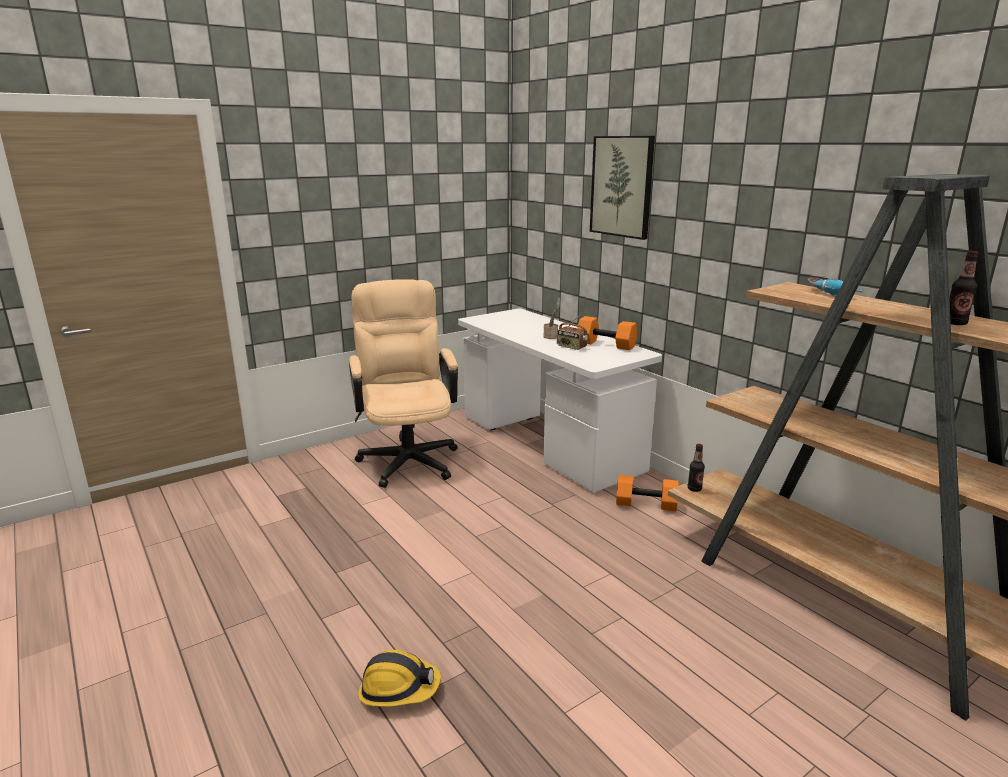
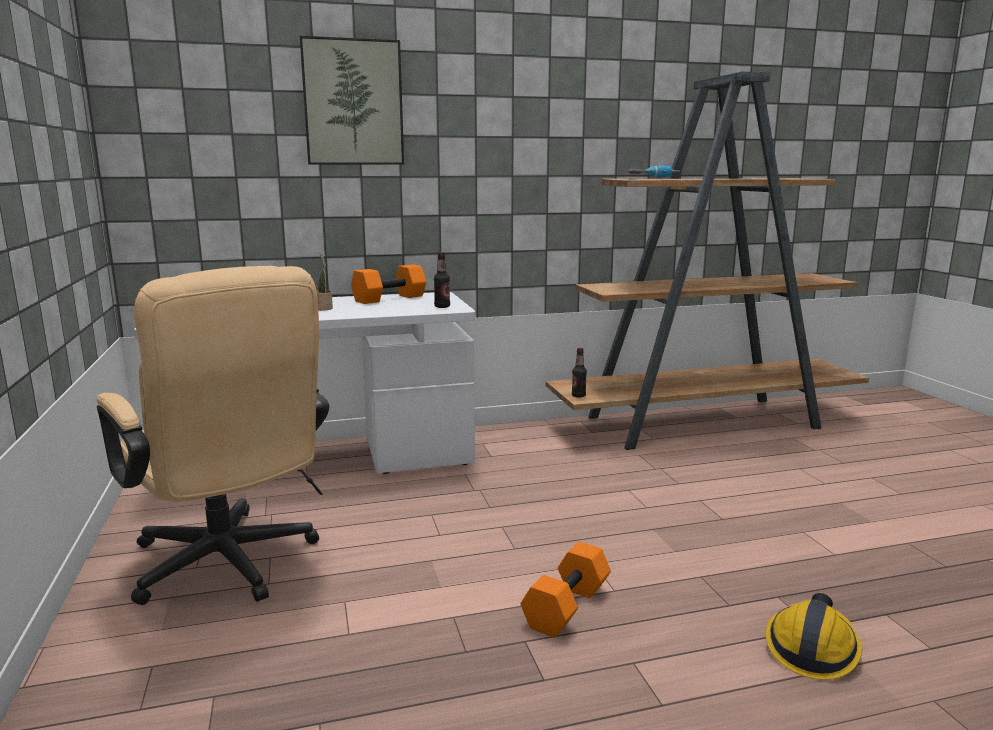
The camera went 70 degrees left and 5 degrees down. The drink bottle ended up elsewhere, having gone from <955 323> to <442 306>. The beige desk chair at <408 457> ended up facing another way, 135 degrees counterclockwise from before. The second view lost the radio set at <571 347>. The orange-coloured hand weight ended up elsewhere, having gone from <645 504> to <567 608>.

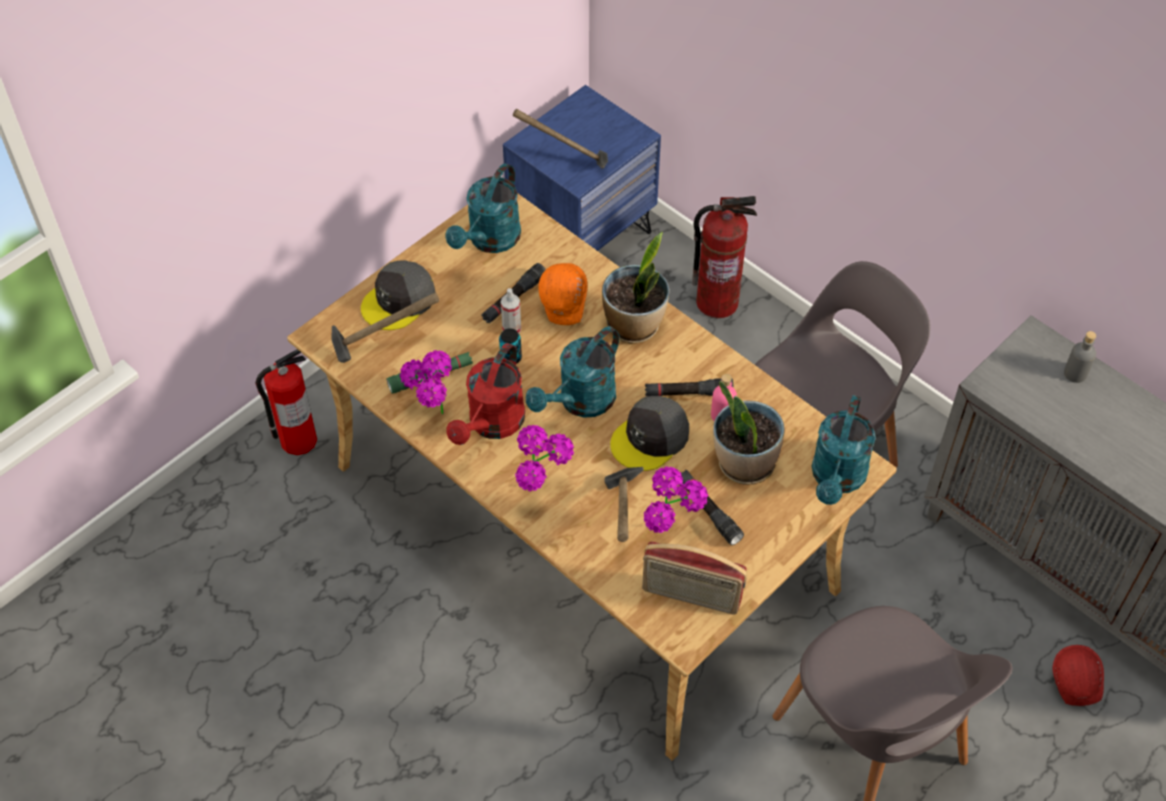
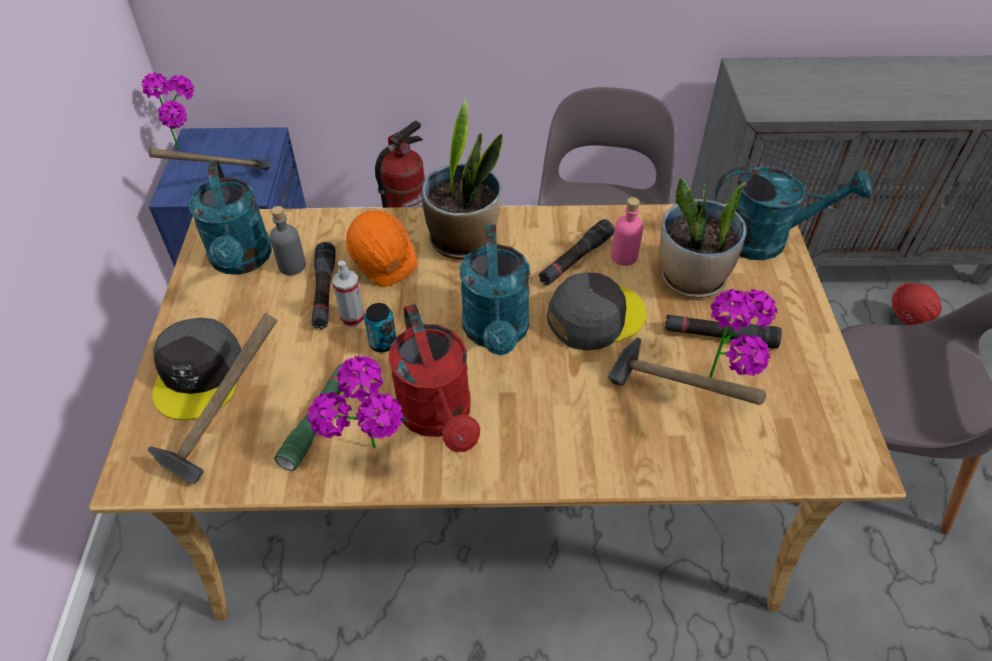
The camera went 45 degrees left and 5 degrees down. The greyish drink bottle ended up elsewhere, having gone from <1075 373> to <292 266>. The second view lost the fire-fighting cylinder at <297 440>. The turquoise-coloured watering can at <837 479> ended up facing another way, 60 degrees counterclockwise from before. The greyish peaked cap at <650 438> ended up facing another way, 120 degrees counterclockwise from before. The houseplant ended up elsewhere, having gone from <544 495> to <189 148>. The second view lost the radio set at <691 596>.

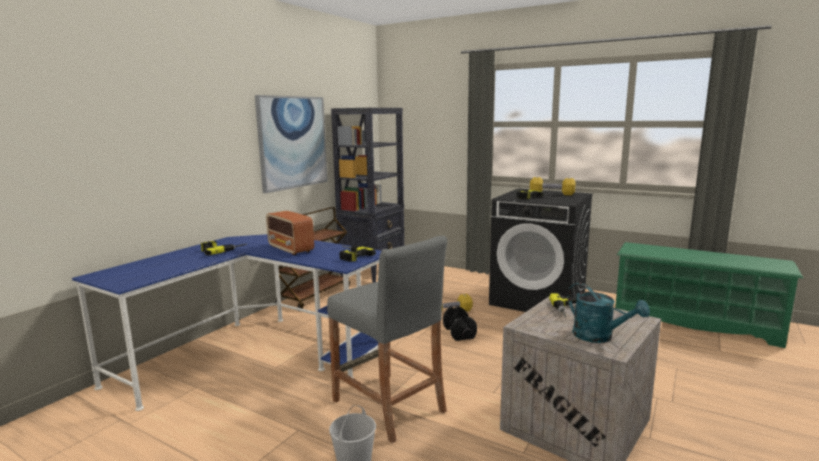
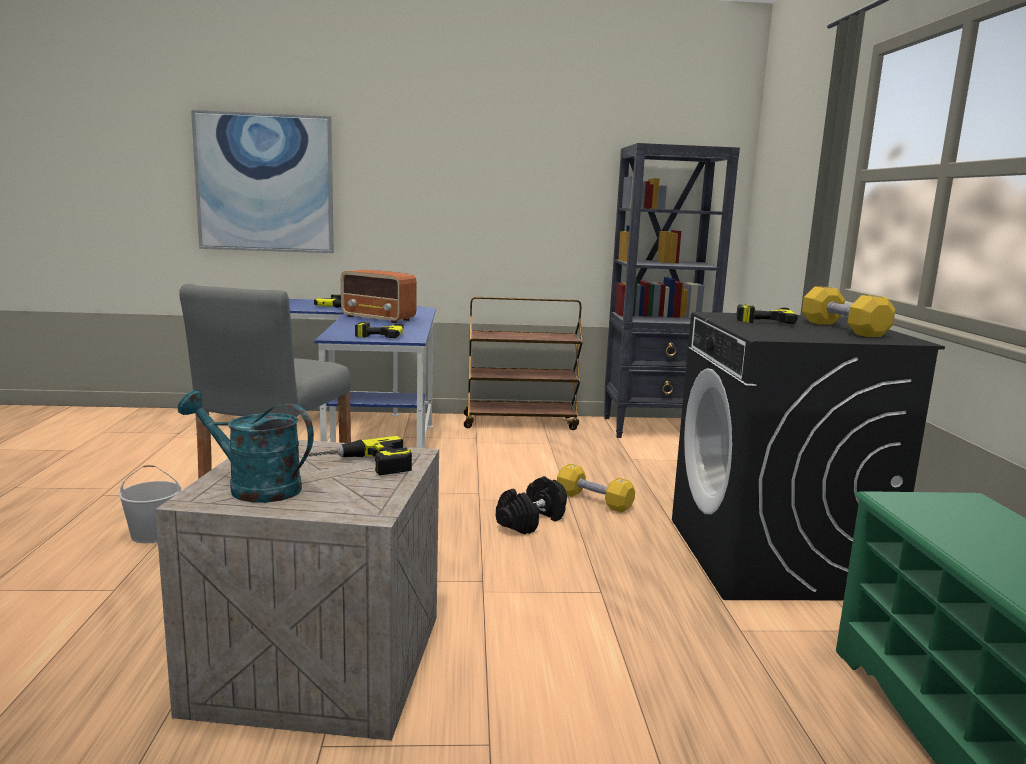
The camera went 55 degrees right and 0 degrees up. The wall art ended up elsewhere, having gone from <293 142> to <265 183>. The radio set at <291 249> ended up facing another way, 75 degrees counterclockwise from before. The turquoise-coloured watering can at <599 337> ended up facing another way, 90 degrees clockwise from before.

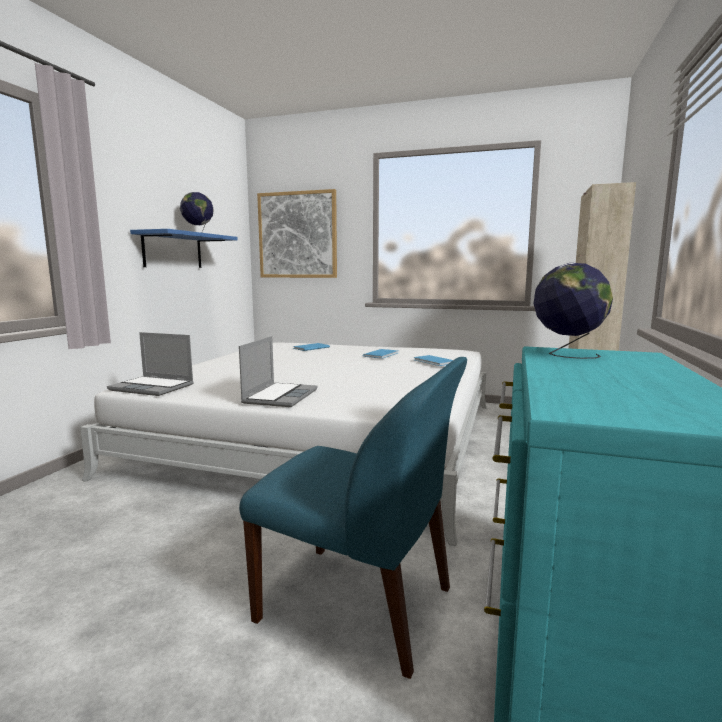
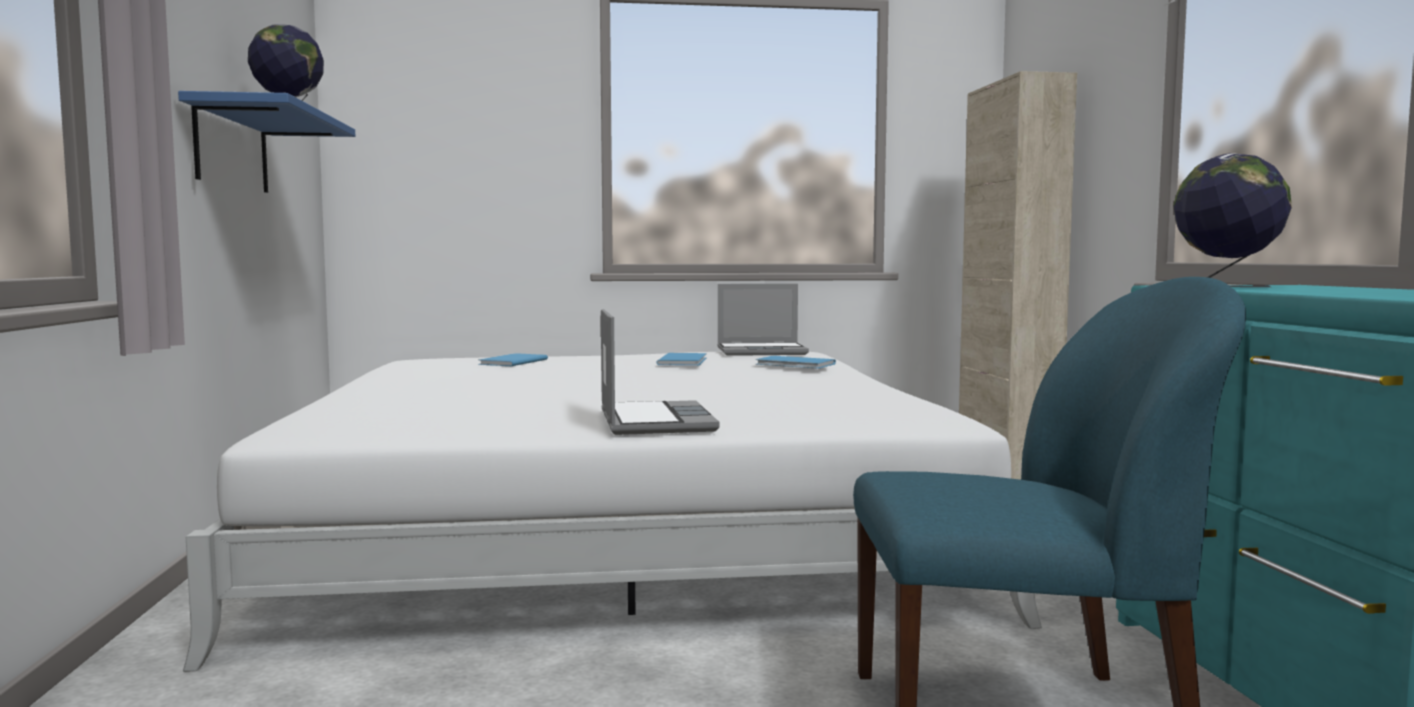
The camera went 25 degrees left and 5 degrees down. The second view lost the wall art at <297 235>. The portable computer ended up elsewhere, having gone from <153 387> to <762 351>.

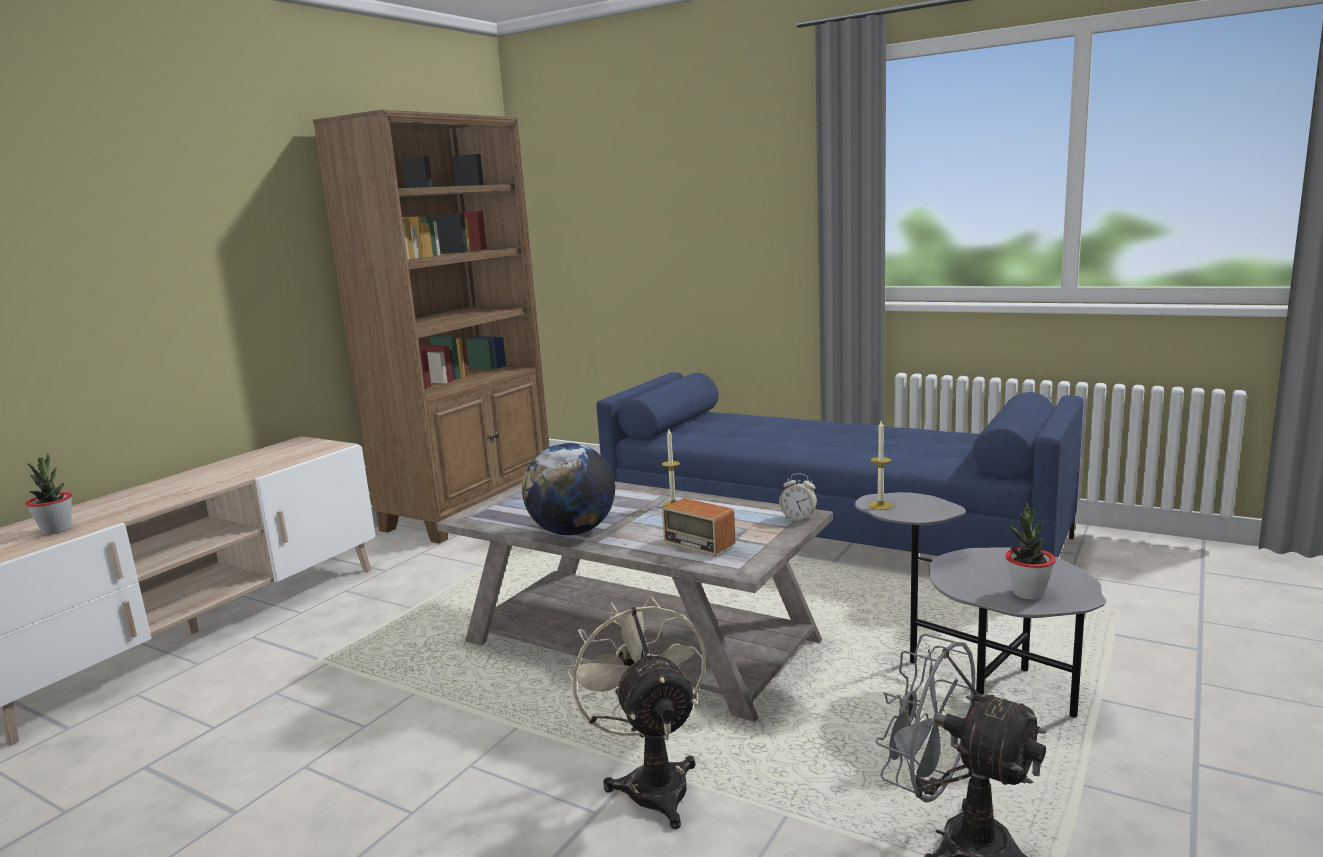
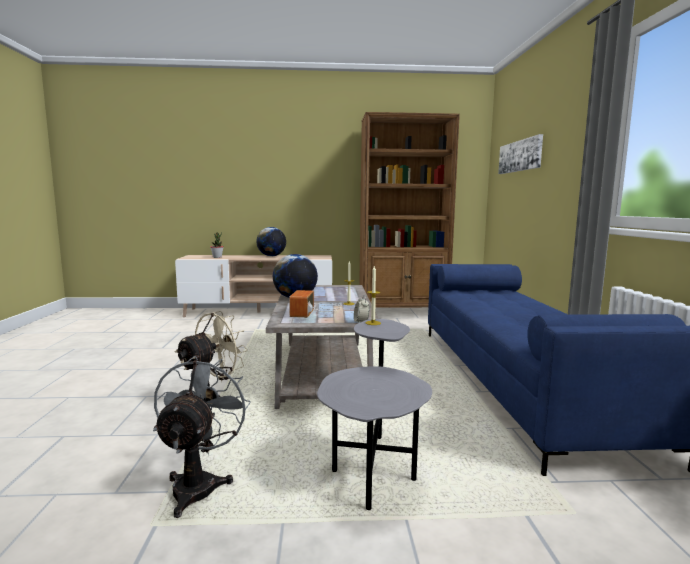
The camera went 55 degrees right and 5 degrees down. The second view lost the houseplant at <1028 593>. The second view gained the wall art at <520 156>. The second view gained the desk globe at <271 256>.

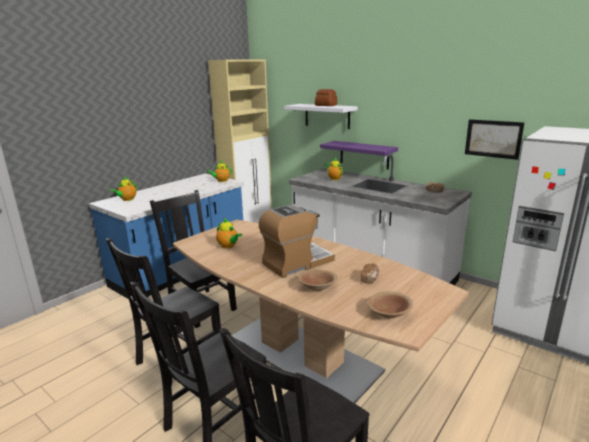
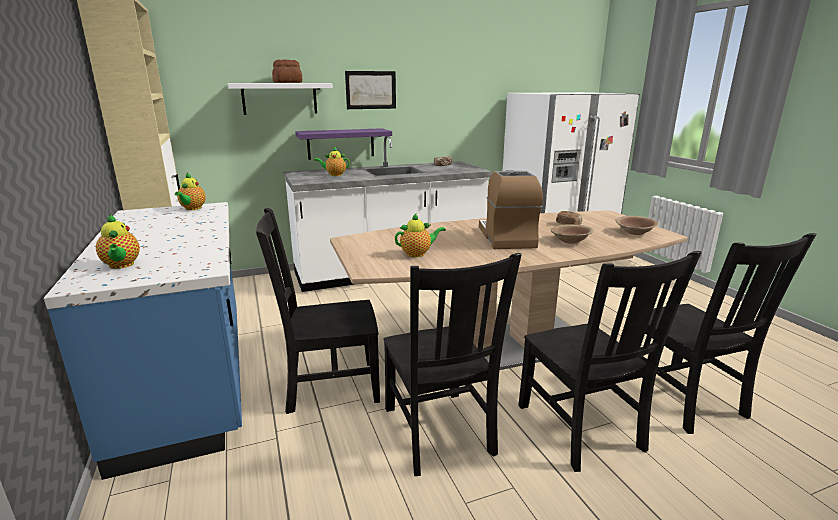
The camera went 60 degrees left and 0 degrees up. The wall art ended up elsewhere, having gone from <493 138> to <371 90>.

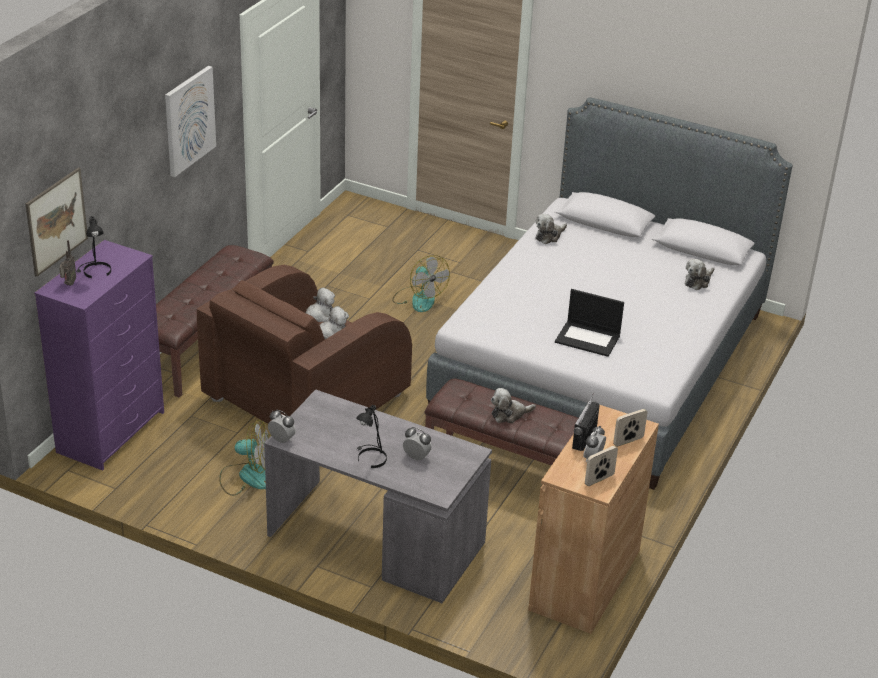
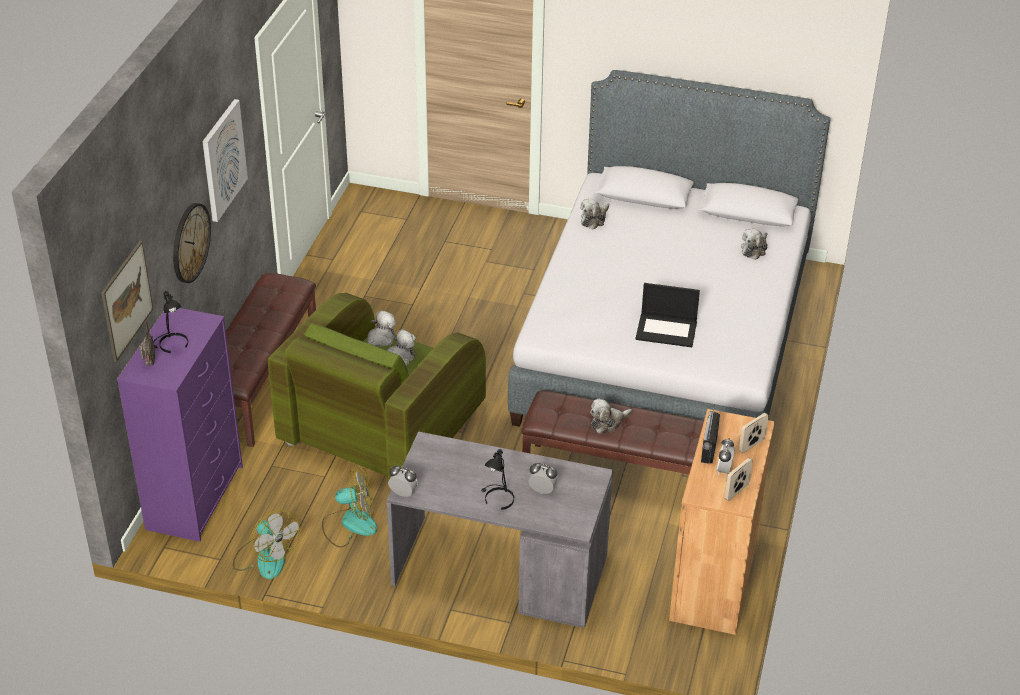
The camera went 10 degrees left and 5 degrees up. The cooling fan ended up elsewhere, having gone from <419 298> to <265 558>. What was the brown armchair at <304 397> turned into the greenish armchair at <380 426>. The second view gained the clock on the wall at <190 242>.

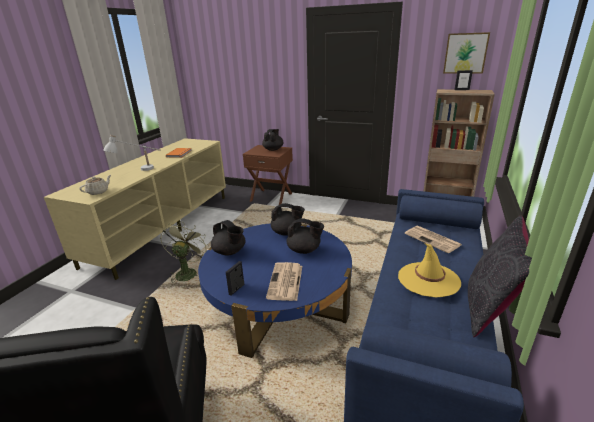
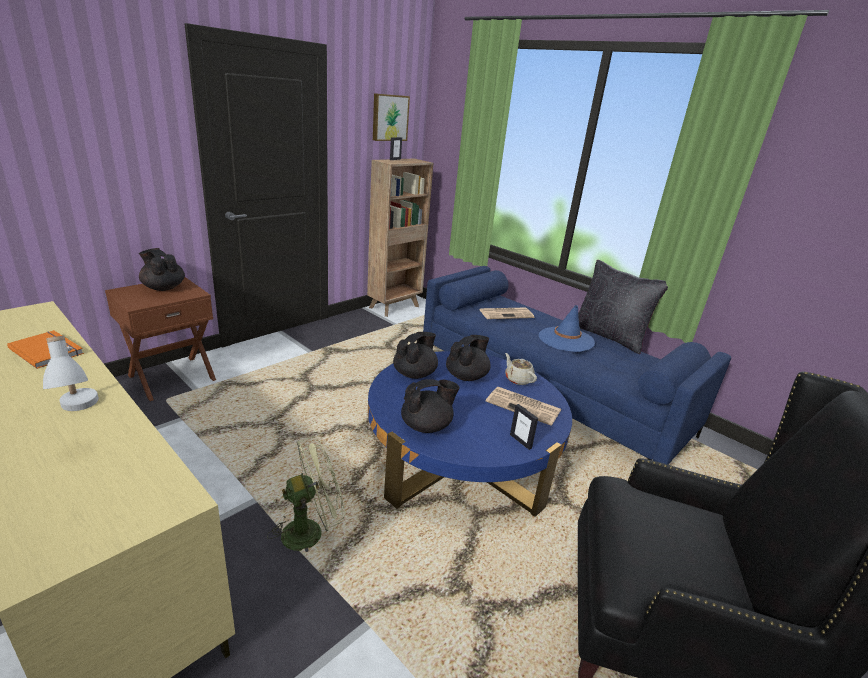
The camera went 70 degrees left and 0 degrees up. The beige tea pot ended up elsewhere, having gone from <98 192> to <518 379>. The greenish cooling fan at <187 272> ended up facing another way, 120 degrees clockwise from before. What was the yellow clothing hat at <428 279> turned into the blue-coloured clothing hat at <566 339>.

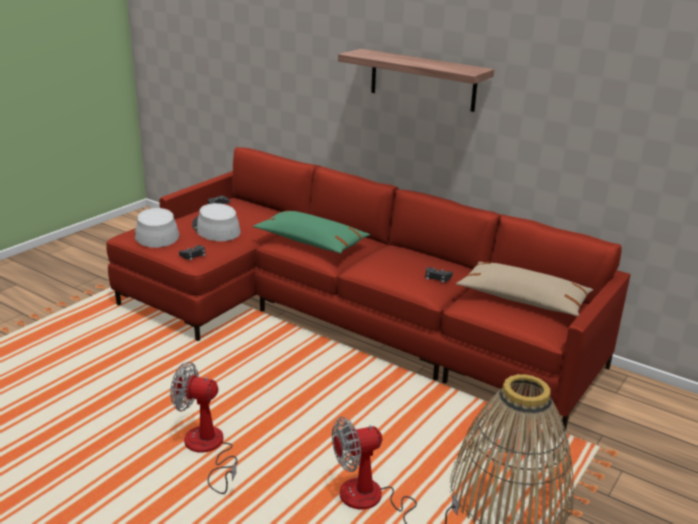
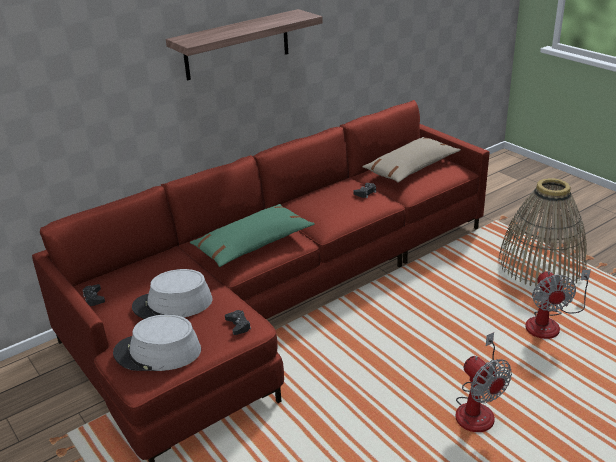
The camera went 70 degrees left and 5 degrees up. The cooling fan at <208 449> ended up facing another way, 60 degrees counterclockwise from before.

